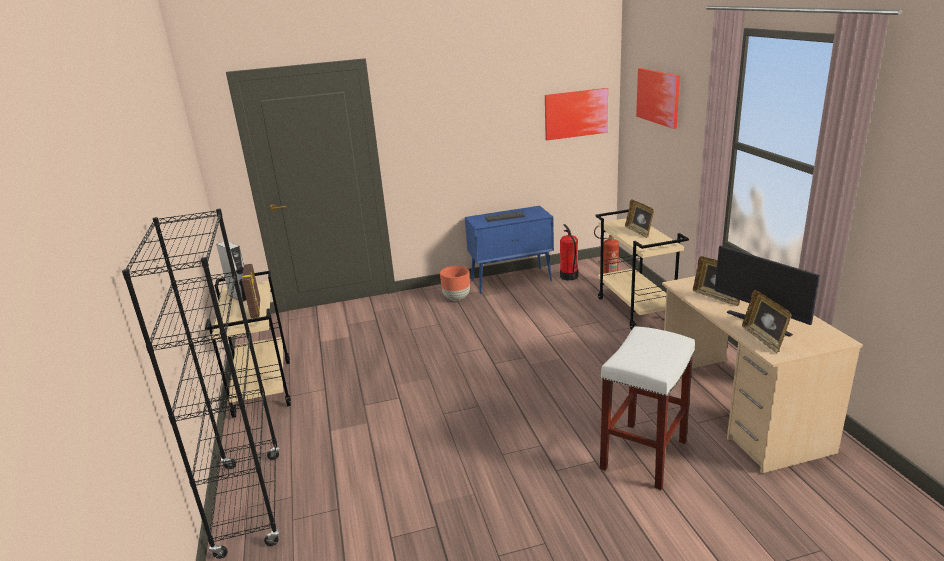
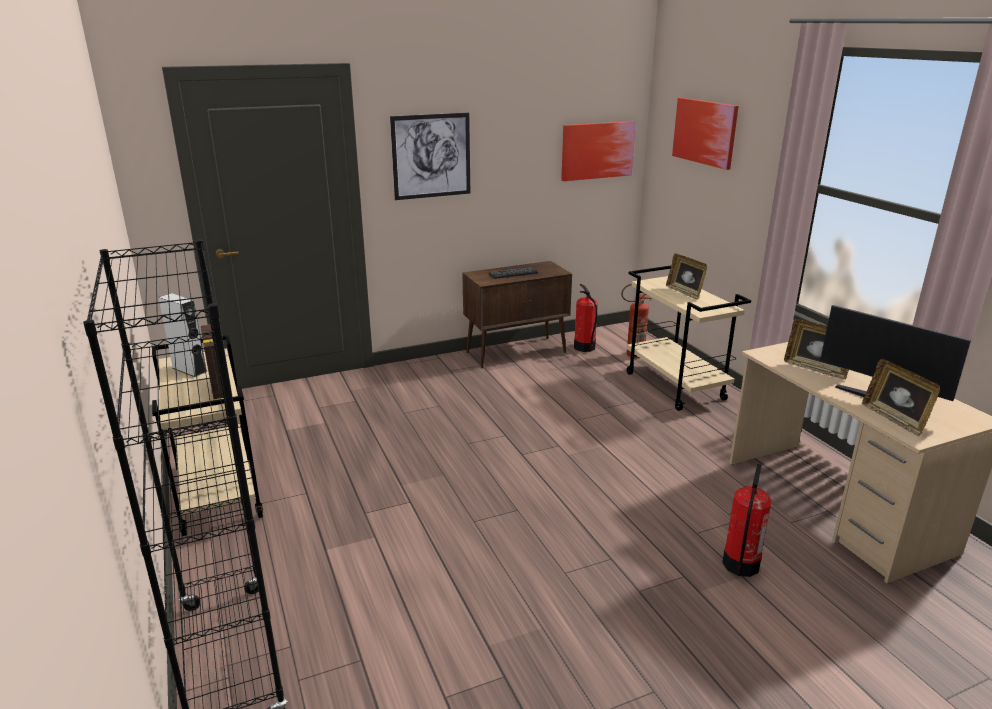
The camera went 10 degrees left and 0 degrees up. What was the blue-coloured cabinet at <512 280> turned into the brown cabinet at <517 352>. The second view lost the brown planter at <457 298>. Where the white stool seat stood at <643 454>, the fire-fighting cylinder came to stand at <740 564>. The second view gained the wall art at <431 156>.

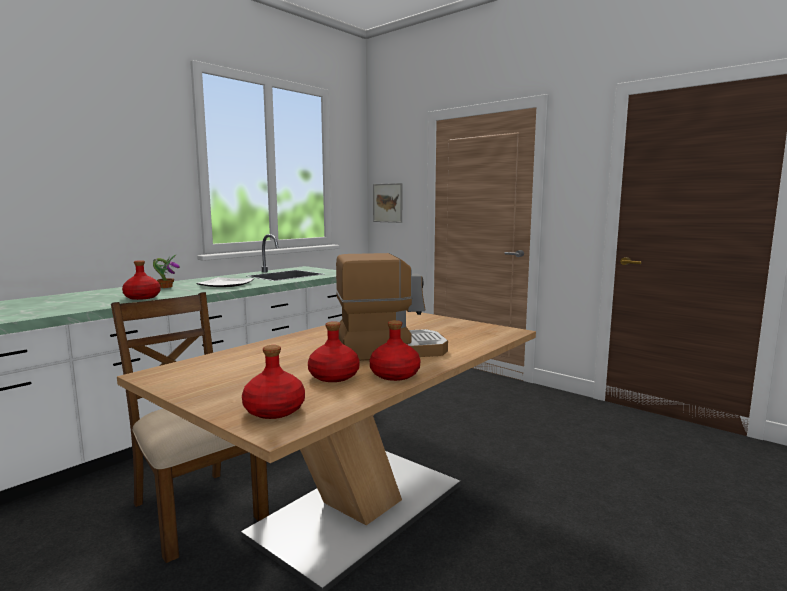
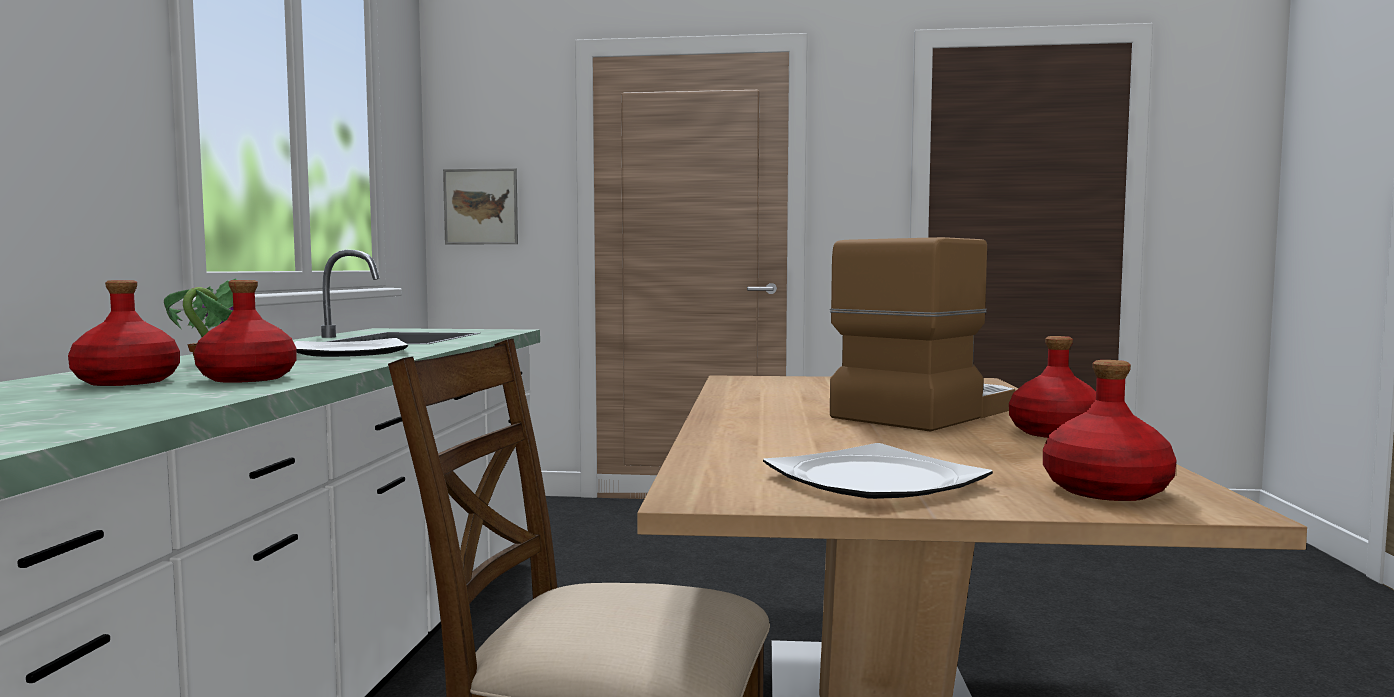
The camera went 35 degrees left and 5 degrees down. The red drink bottle ended up elsewhere, having gone from <333 376> to <126 382>. The second view gained the flat dish at <874 480>.

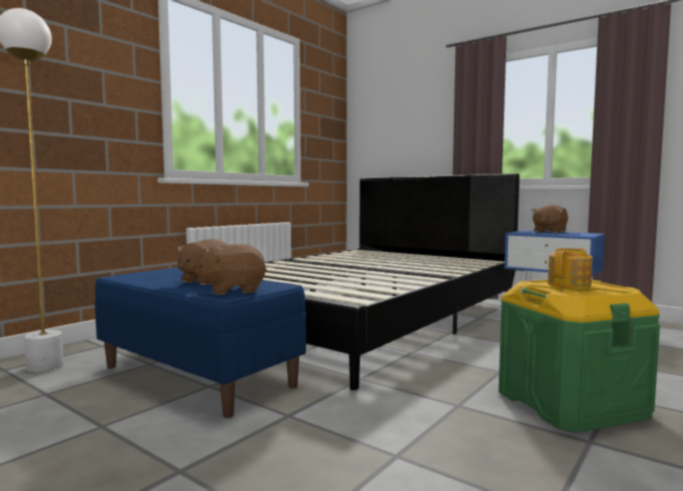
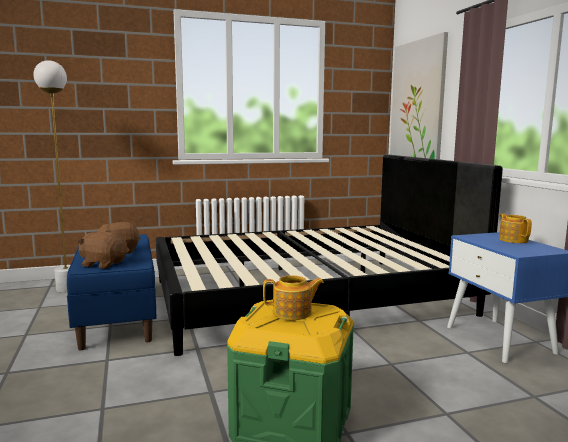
The camera went 35 degrees right and 5 degrees up. Where the brown soft toy stood at <549 232>, the tea pot came to stand at <513 240>. The second view gained the wall art at <417 107>.

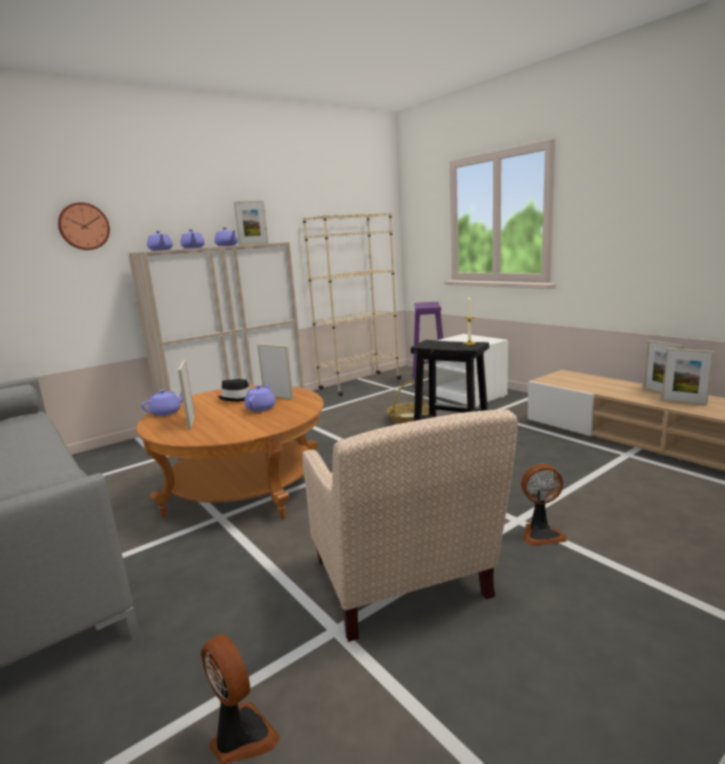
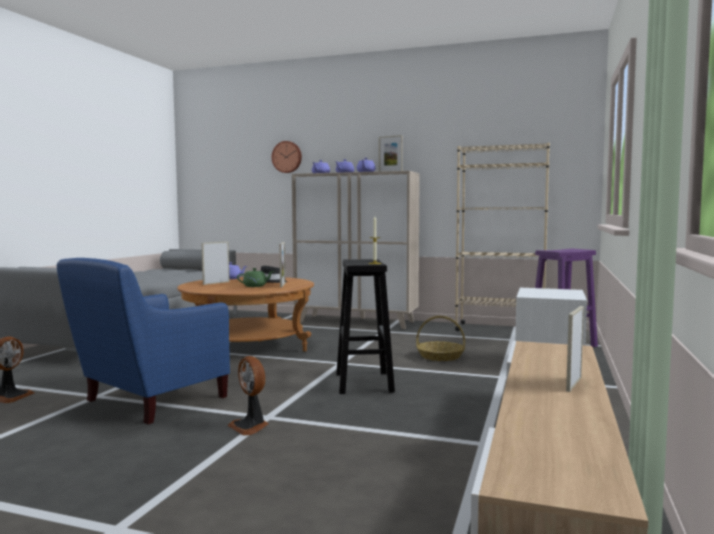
The camera went 55 degrees right and 10 degrees down. The second view lost the photo frame at <683 402>. What was the purple tea pot at <261 408> turned into the greenish tea pot at <255 286>. What was the beige armchair at <402 587> turned into the blue-coloured armchair at <148 401>.

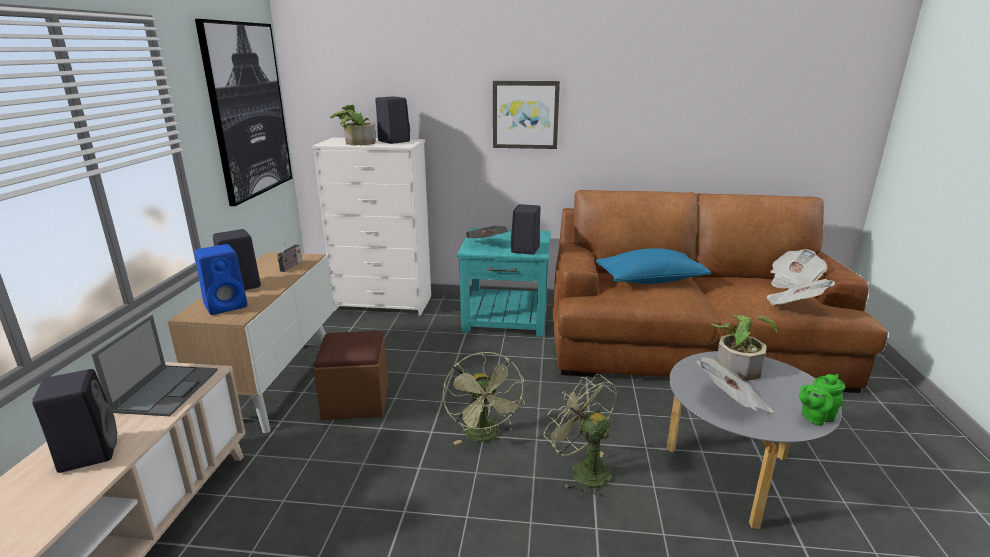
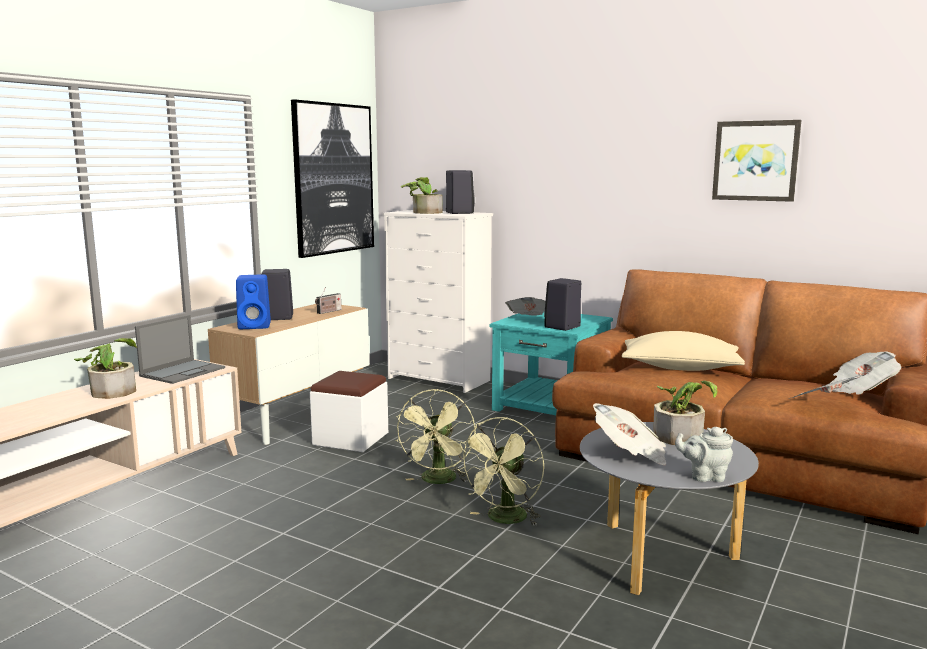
The camera went 25 degrees right and 10 degrees down. The wall art ended up elsewhere, having gone from <525 115> to <755 161>. What was the blue-coloured throw pillow at <650 280> turned into the beige throw pillow at <680 368>. What was the brown pouffe at <356 401> turned into the white pouffe at <351 439>. Where the black-coloured speaker stood at <88 452>, the houseplant came to stand at <111 390>. The greenish cooling fan at <582 470> ended up facing another way, 135 degrees counterclockwise from before. What was the greenish tea pot at <815 417> turned into the greyish tea pot at <704 476>.

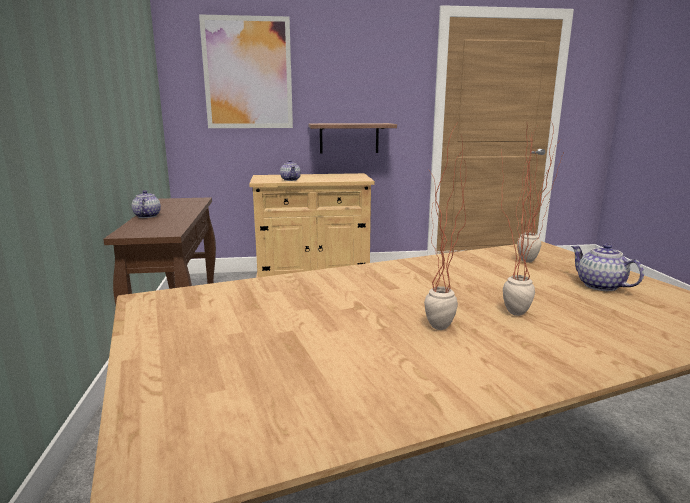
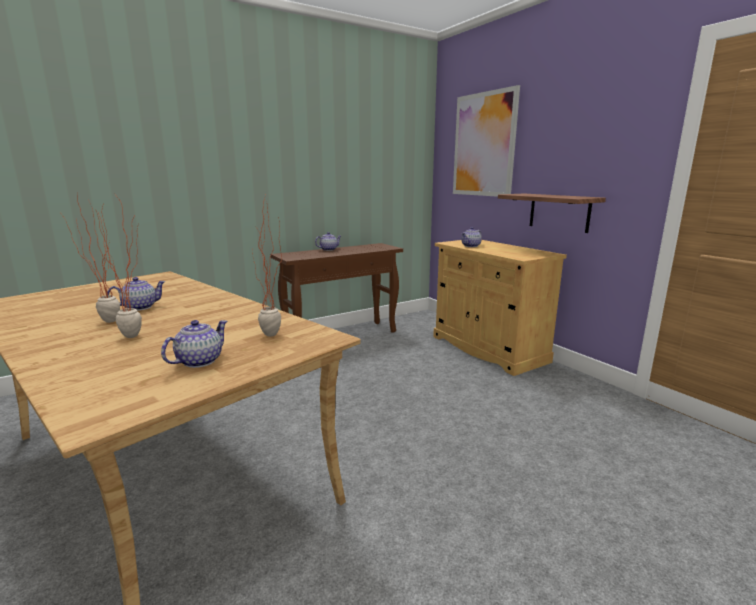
The camera went 65 degrees right and 0 degrees up. The second view gained the tea pot at <139 307>.

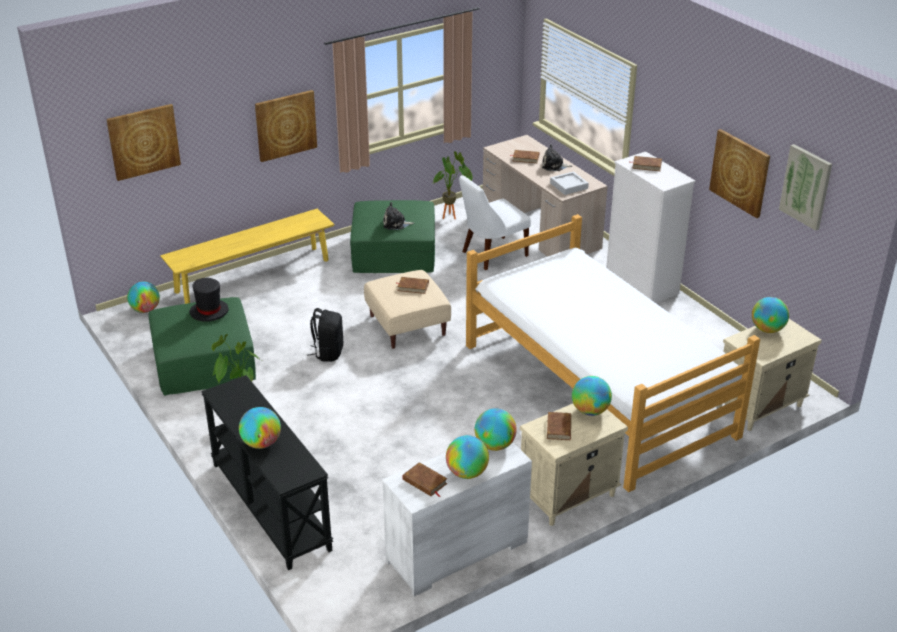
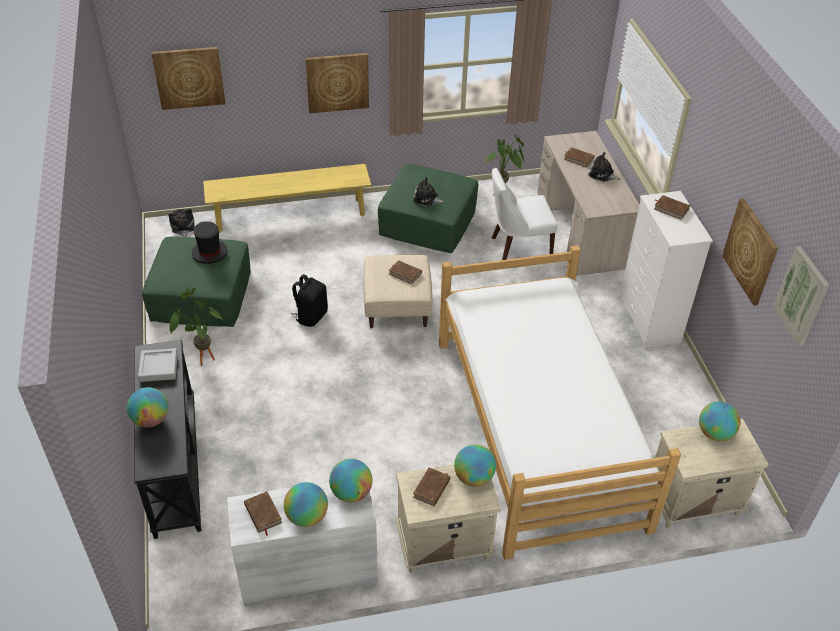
The camera went 20 degrees right and 10 degrees up. The greyish tray ended up elsewhere, having gone from <569 186> to <158 367>. Where the desk globe stood at <145 310>, the soft toy came to stand at <182 227>.

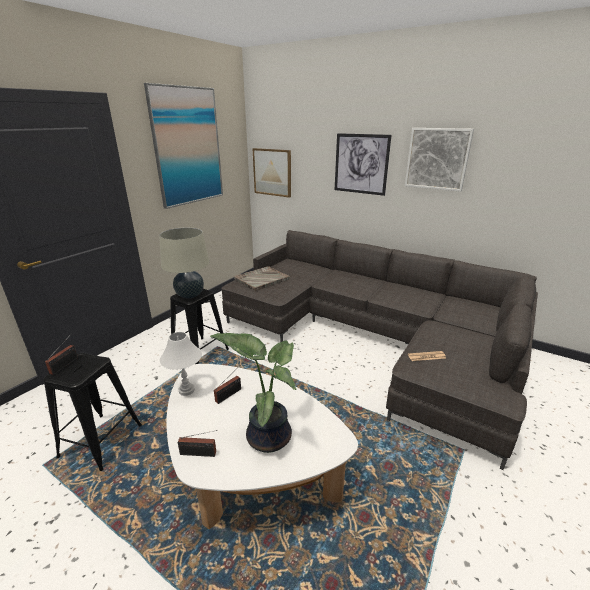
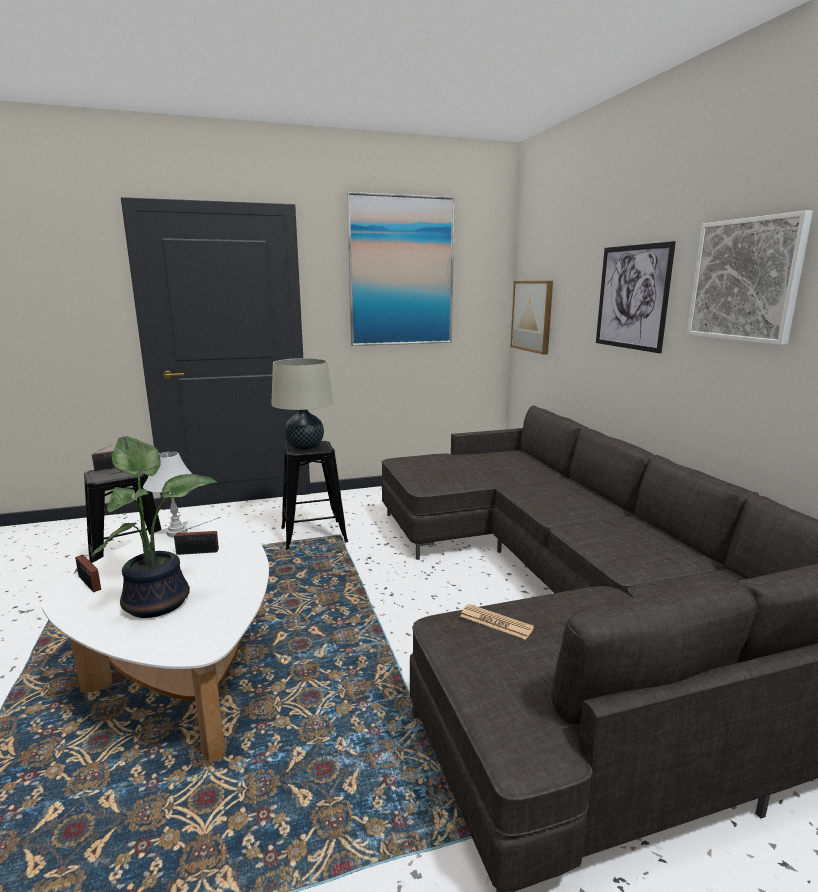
The camera went 40 degrees right and 10 degrees down. The second view lost the greyish tray at <261 279>.

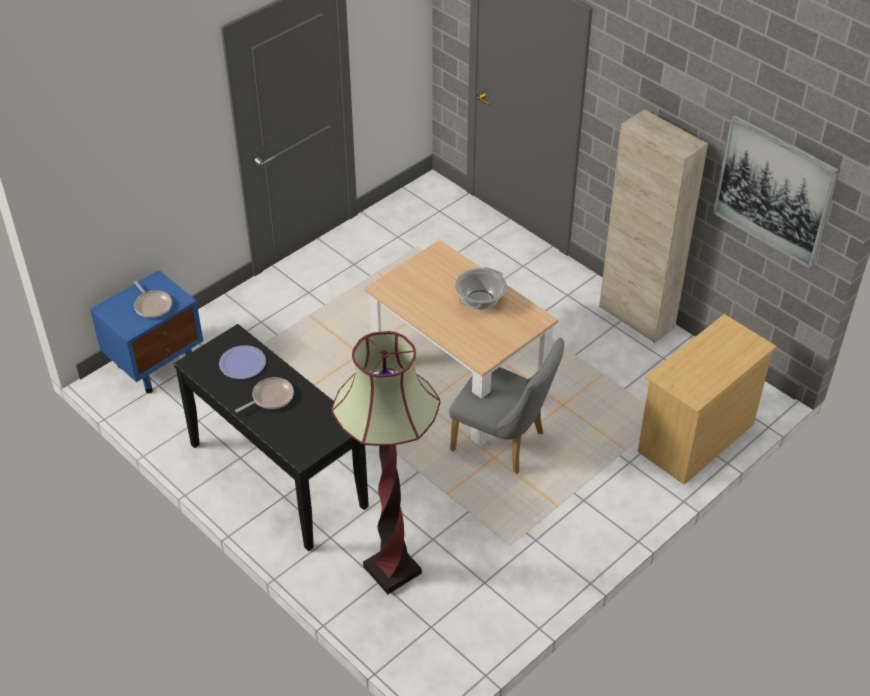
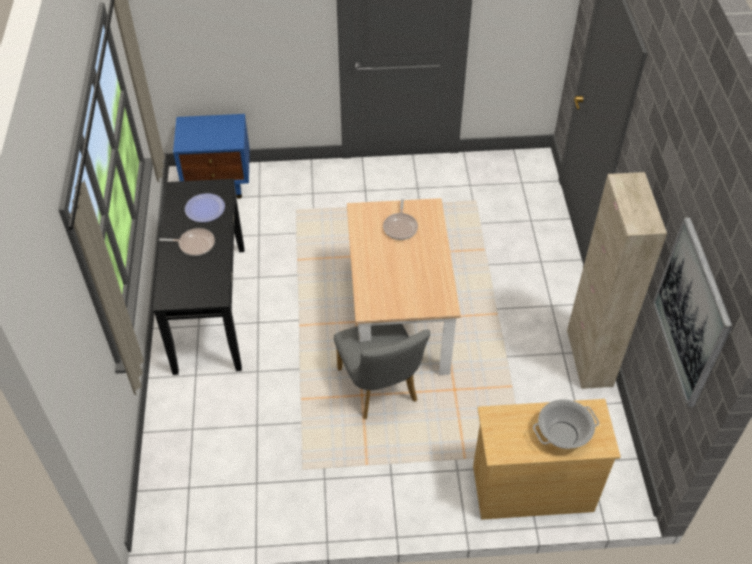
The camera went 40 degrees right and 5 degrees up. The stockpot ended up elsewhere, having gone from <480 300> to <563 434>. The frying pan ended up elsewhere, having gone from <152 305> to <400 227>. The second view lost the floor lamp at <392 570>.

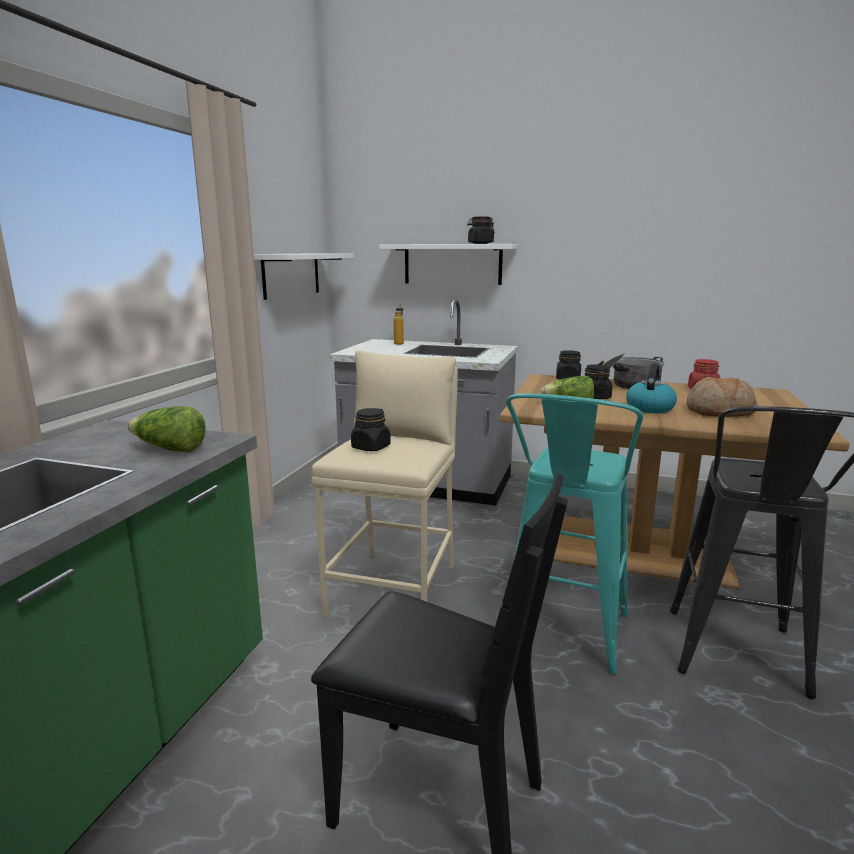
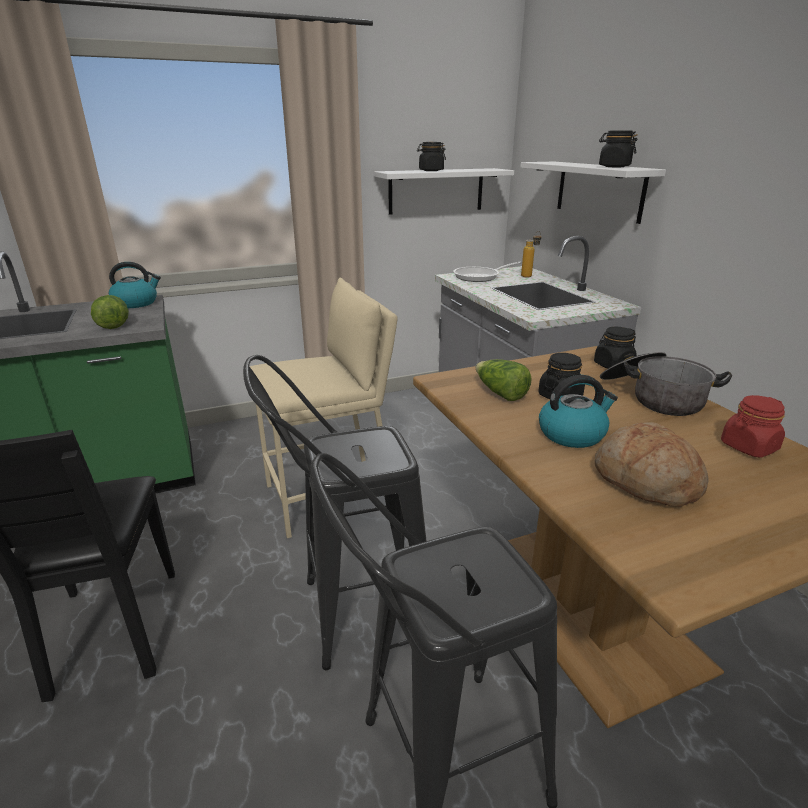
The camera went 50 degrees right and 10 degrees up. What was the turquoise-coloured stool seat at <562 637> turned into the black-coloured stool seat at <351 613>. The black-coloured jar ended up elsewhere, having gone from <370 447> to <431 170>. The second view gained the kettle at <136 303>. The second view gained the frying pan at <480 277>.

